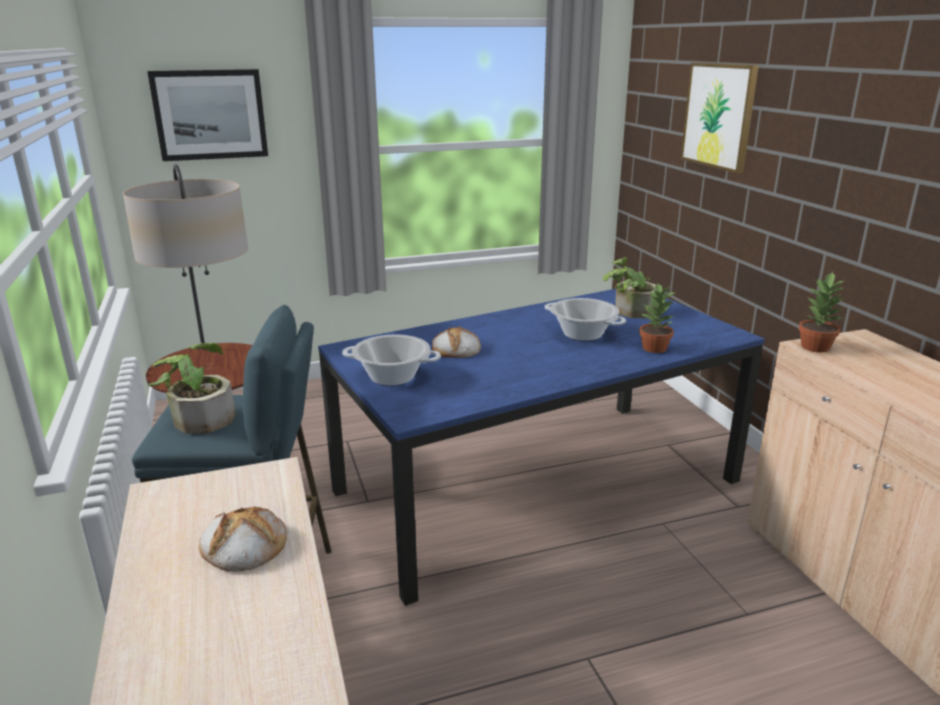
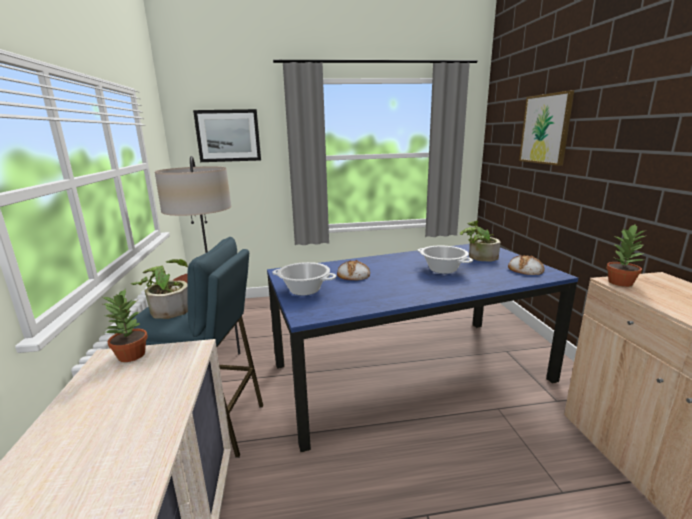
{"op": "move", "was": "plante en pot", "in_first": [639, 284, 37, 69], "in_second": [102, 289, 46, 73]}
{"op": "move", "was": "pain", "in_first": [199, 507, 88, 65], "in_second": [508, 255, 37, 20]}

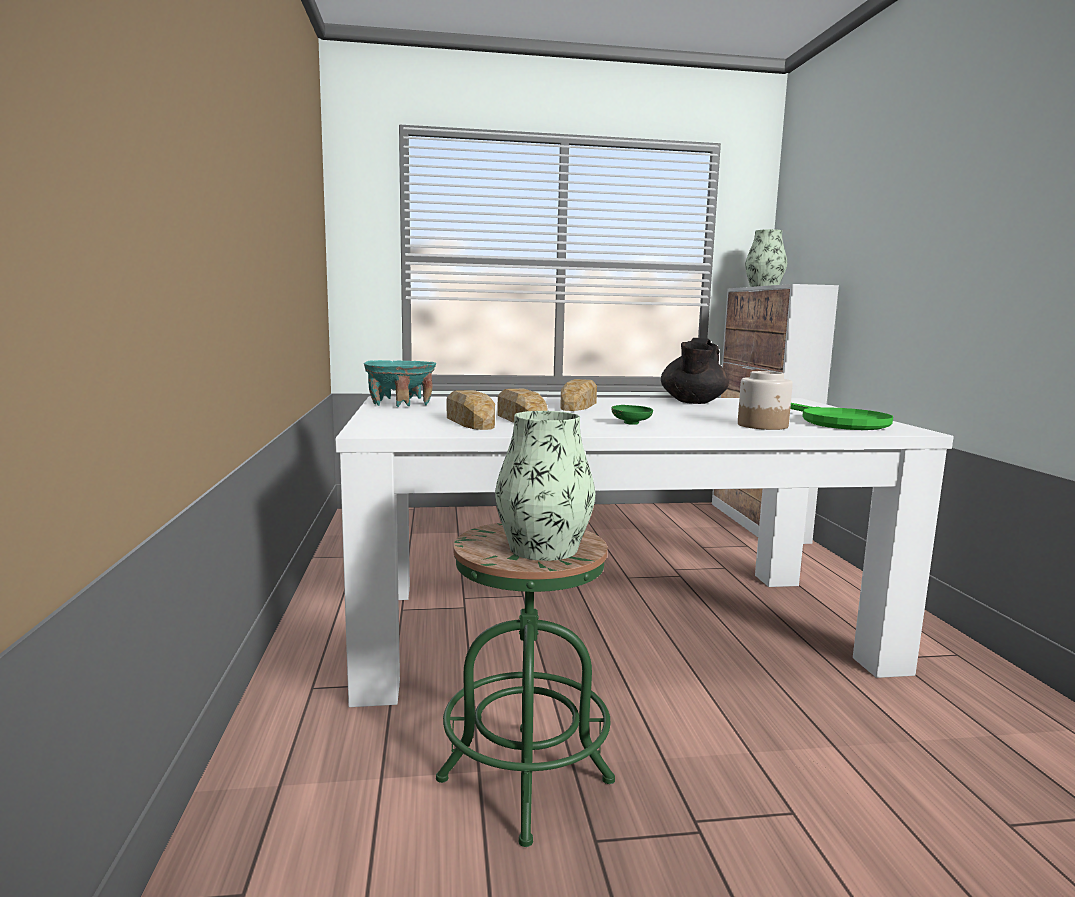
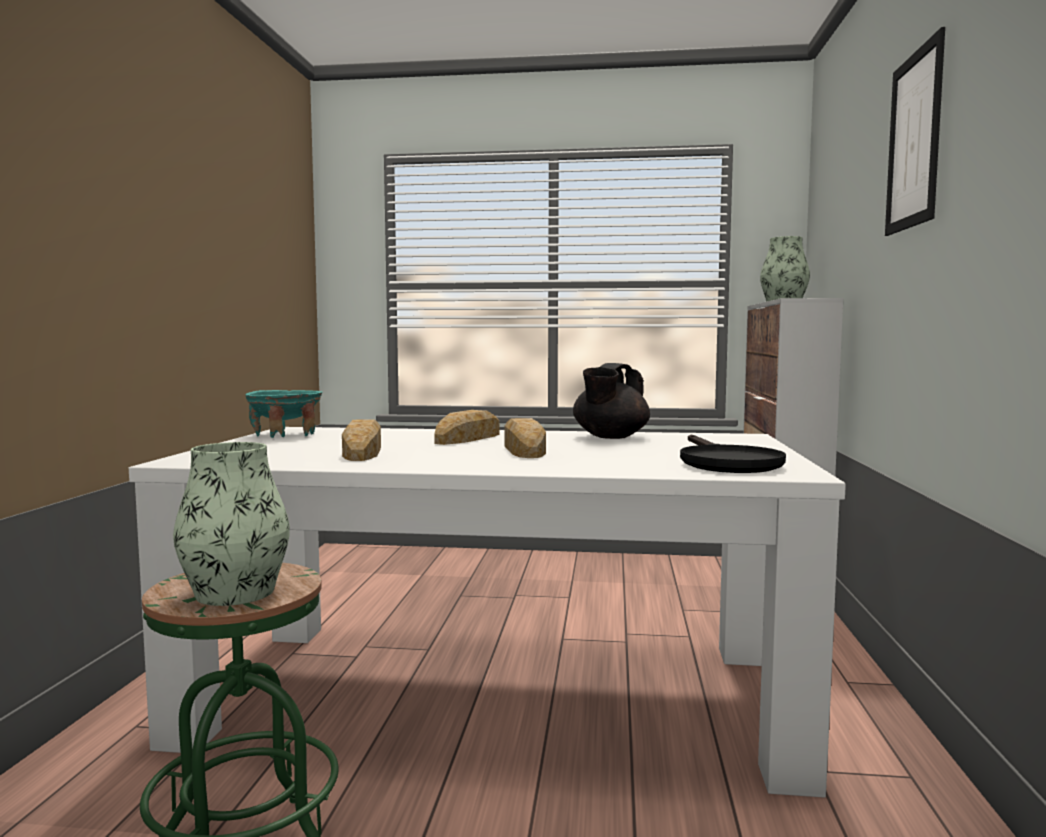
{"op": "delete", "was": "bocal", "in_first": [738, 371, 55, 59]}
{"op": "move", "was": "pain", "in_first": [447, 390, 48, 40], "in_second": [504, 418, 42, 40]}
{"op": "recolor", "was": "poêle [vert]", "now": "poêle [noir]", "in_first": [790, 403, 103, 27], "in_second": [680, 435, 106, 38]}
{"op": "delete", "was": "bol [vert]", "in_first": [611, 405, 42, 20]}
{"op": "insert", "now": "tableau", "in_second": [885, 27, 60, 209]}

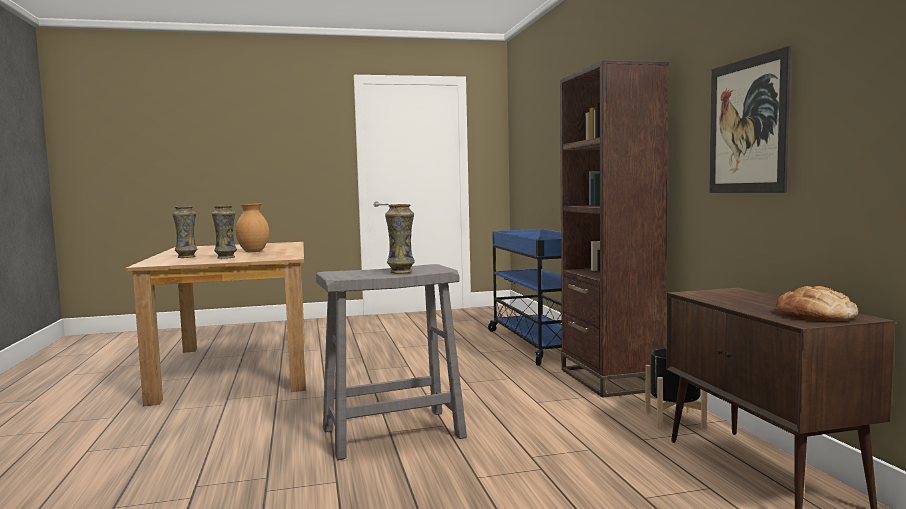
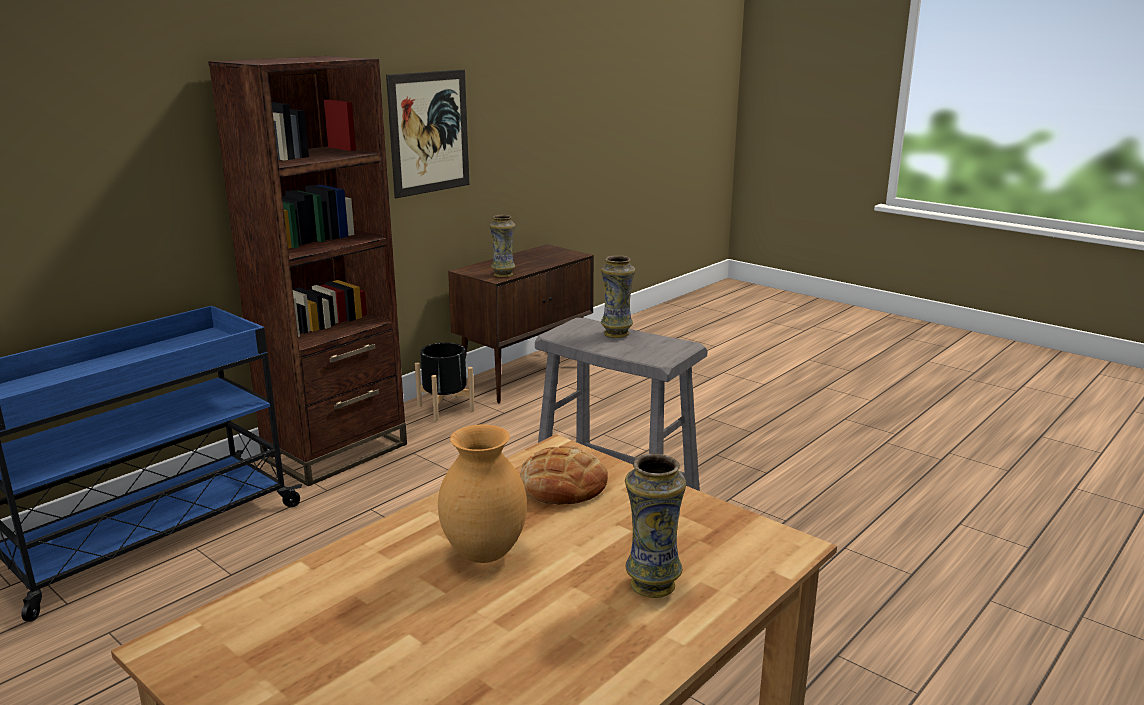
{"op": "move", "was": "vase", "in_first": [212, 205, 25, 54], "in_second": [489, 215, 26, 63]}
{"op": "move", "was": "pain", "in_first": [776, 286, 82, 35], "in_second": [520, 446, 88, 59]}

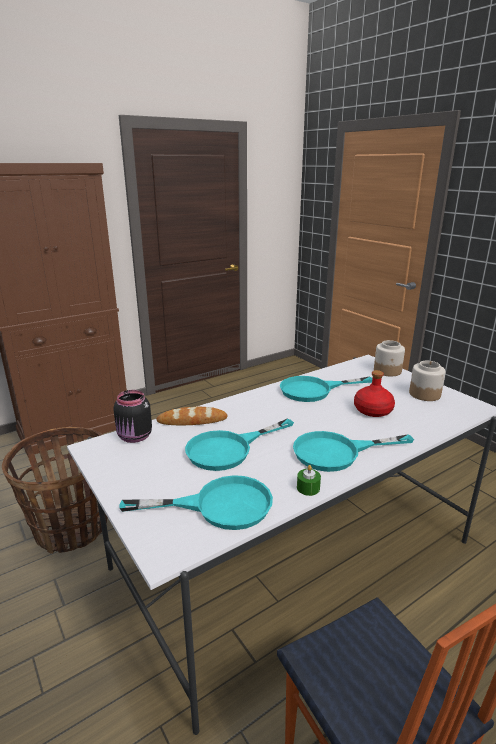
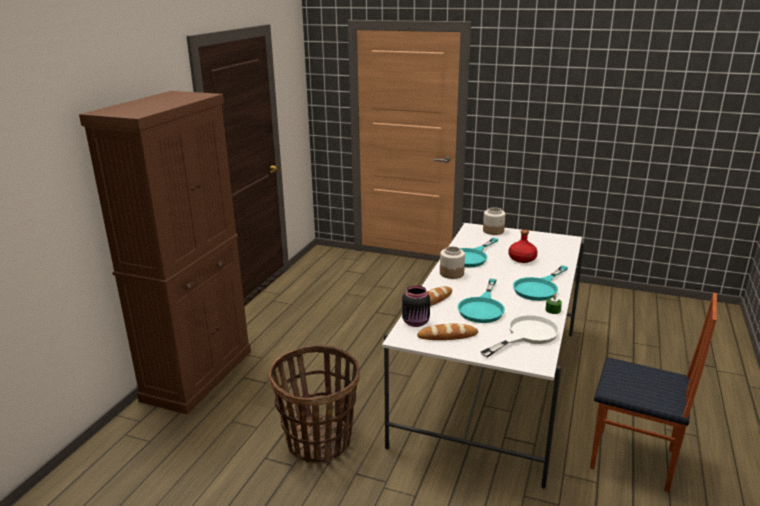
{"op": "move", "was": "bocal", "in_first": [409, 361, 37, 40], "in_second": [440, 246, 25, 33]}
{"op": "recolor", "was": "poêle [turquoise]", "now": "poêle [blanc]", "in_first": [119, 475, 154, 55], "in_second": [481, 315, 79, 43]}
{"op": "insert", "now": "pain", "in_second": [417, 324, 61, 16]}

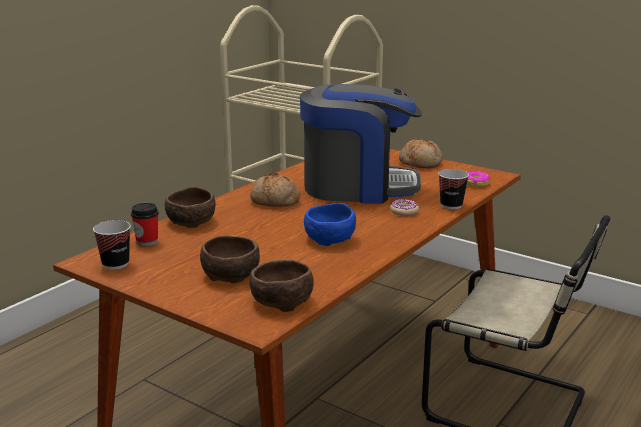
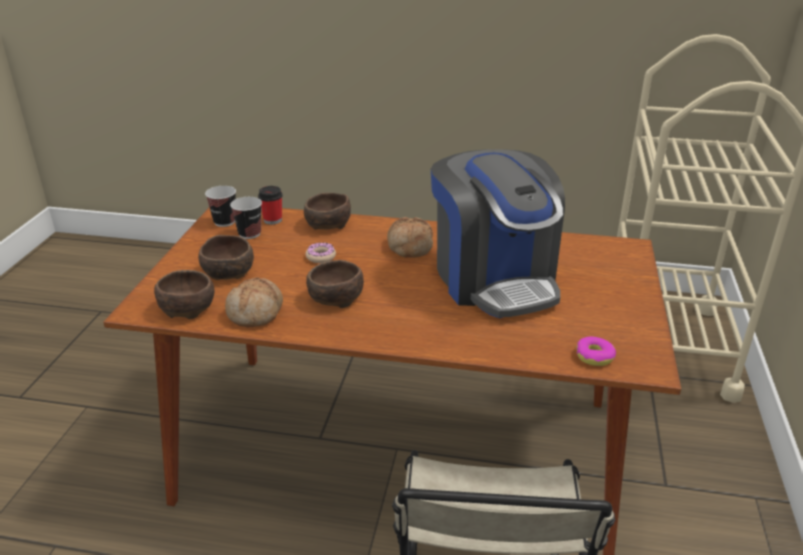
{"op": "move", "was": "pain", "in_first": [399, 138, 44, 30], "in_second": [225, 277, 58, 50]}
{"op": "move", "was": "tasse", "in_first": [438, 169, 31, 40], "in_second": [230, 197, 32, 42]}
{"op": "move", "was": "beignet", "in_first": [390, 199, 29, 17], "in_second": [306, 242, 30, 21]}
{"op": "recolor", "was": "bol [bleu]", "now": "bol [marron]", "in_first": [304, 203, 52, 43], "in_second": [306, 260, 58, 48]}

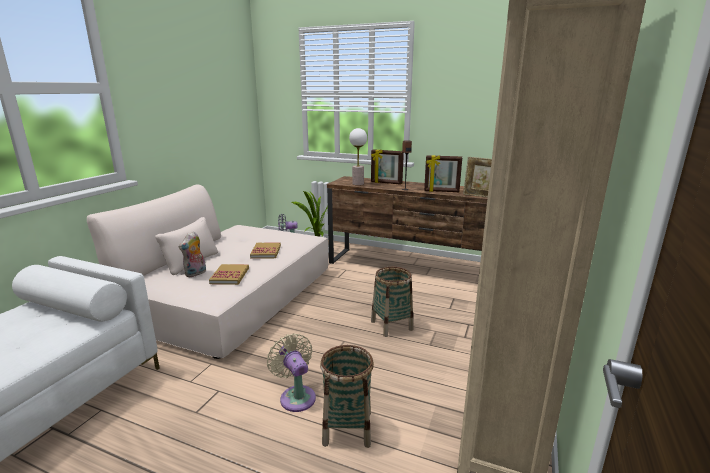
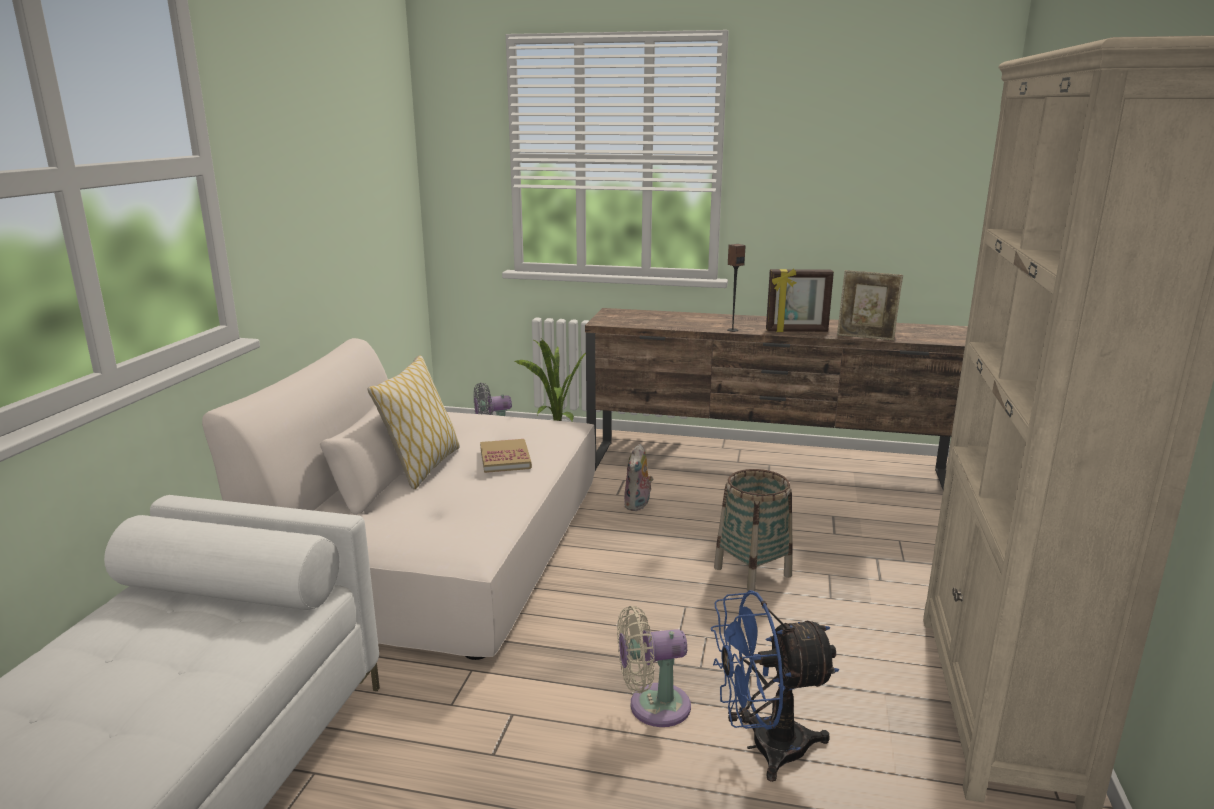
{"op": "delete", "was": "lampe de table", "in_first": [349, 128, 18, 57]}
{"op": "delete", "was": "cadre photo", "in_first": [371, 149, 33, 36]}
{"op": "move", "was": "peluche", "in_first": [179, 231, 27, 46], "in_second": [624, 443, 29, 68]}
{"op": "delete", "was": "livre", "in_first": [209, 264, 40, 21]}
{"op": "rotate", "was": "ventilateur [beige]", "in_first": [267, 333, 49, 79], "in_second": [617, 606, 74, 121], "clockwise": -60}
{"op": "replace", "was": "panier", "now": "ventilateur [bleu]", "in_first": [320, 345, 54, 103], "in_second": [711, 590, 128, 192]}
{"op": "insert", "now": "coussin", "in_second": [367, 355, 93, 134]}

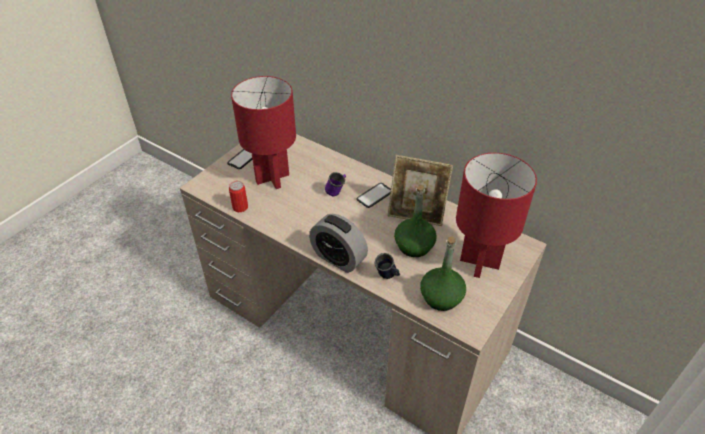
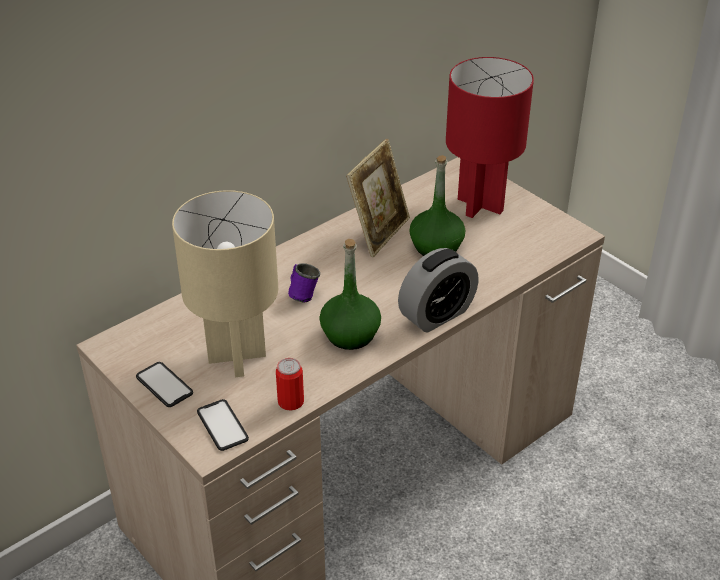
{"op": "recolor", "was": "lampe de table [rouge]", "now": "lampe de table [beige]", "in_first": [231, 76, 65, 113], "in_second": [172, 190, 106, 187]}
{"op": "move", "was": "téléphone", "in_first": [356, 183, 35, 25], "in_second": [197, 399, 52, 52]}
{"op": "move", "was": "bouteille [vert]", "in_first": [420, 236, 46, 75], "in_second": [319, 239, 62, 111]}
{"op": "delete", "was": "mug [bleu]", "in_first": [374, 253, 26, 26]}

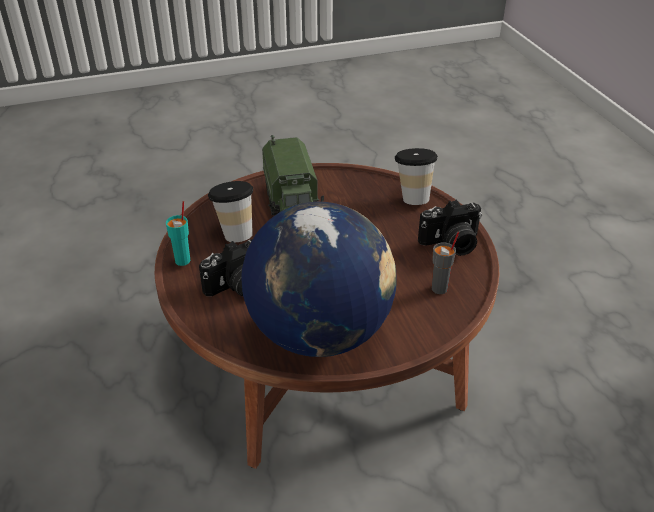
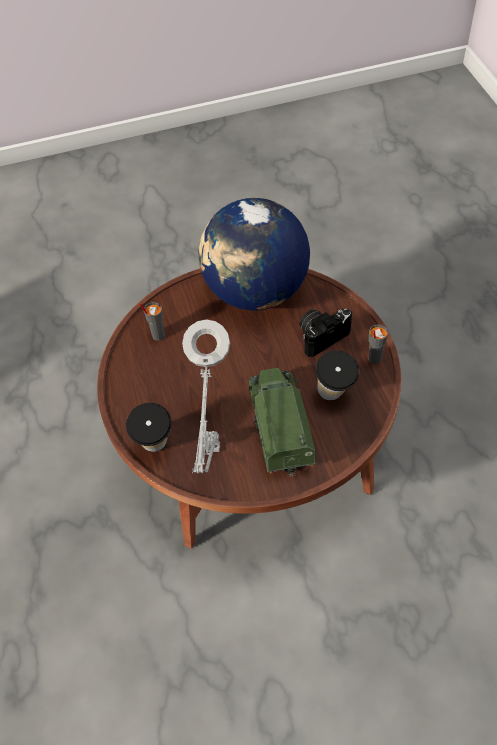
{"op": "delete", "was": "appareil photo", "in_first": [418, 200, 64, 56]}
{"op": "recolor", "was": "tasse [turquoise]", "now": "tasse [gris]", "in_first": [166, 201, 25, 65], "in_second": [368, 325, 20, 39]}
{"op": "insert", "now": "lampe de table [gris]", "in_second": [182, 319, 48, 154]}

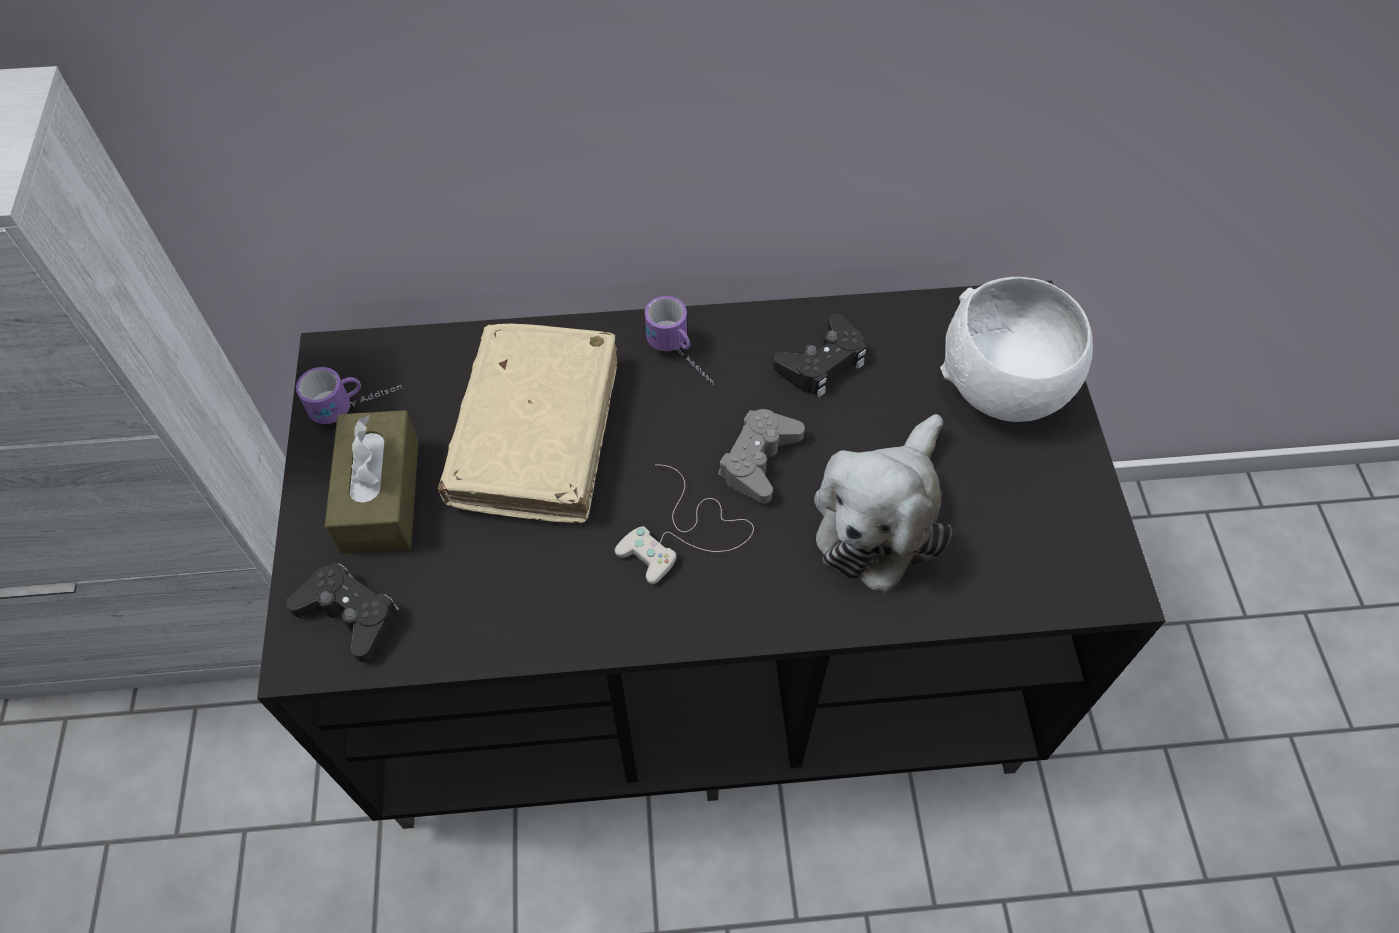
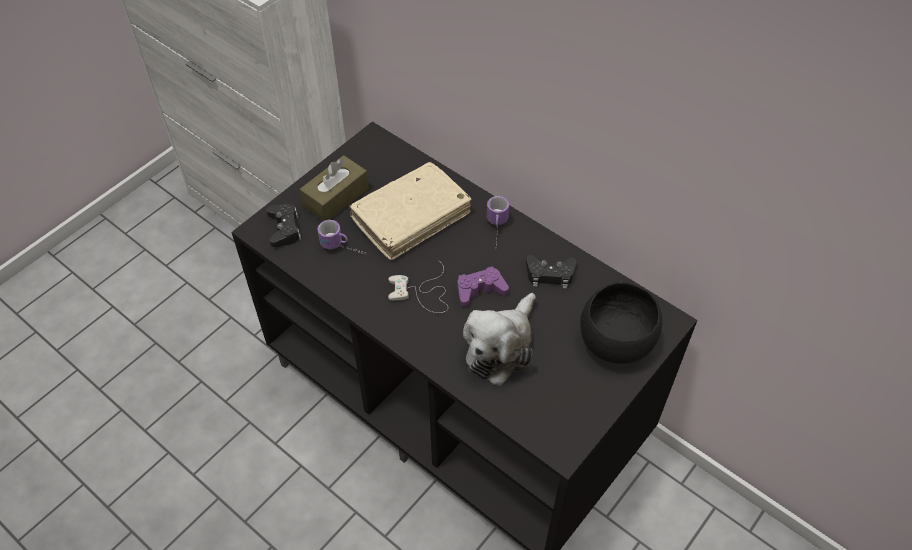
{"op": "recolor", "was": "bol [blanc]", "now": "bol [noir]", "in_first": [940, 277, 153, 145], "in_second": [580, 280, 82, 84]}
{"op": "move", "was": "mug", "in_first": [296, 367, 106, 57], "in_second": [318, 220, 49, 35]}
{"op": "recolor", "was": "manette [gris]", "now": "manette [violet]", "in_first": [718, 409, 87, 95], "in_second": [457, 266, 52, 41]}
{"op": "rotate", "was": "peluche", "in_first": [814, 414, 138, 179], "in_second": [463, 293, 73, 93], "clockwise": -45}

